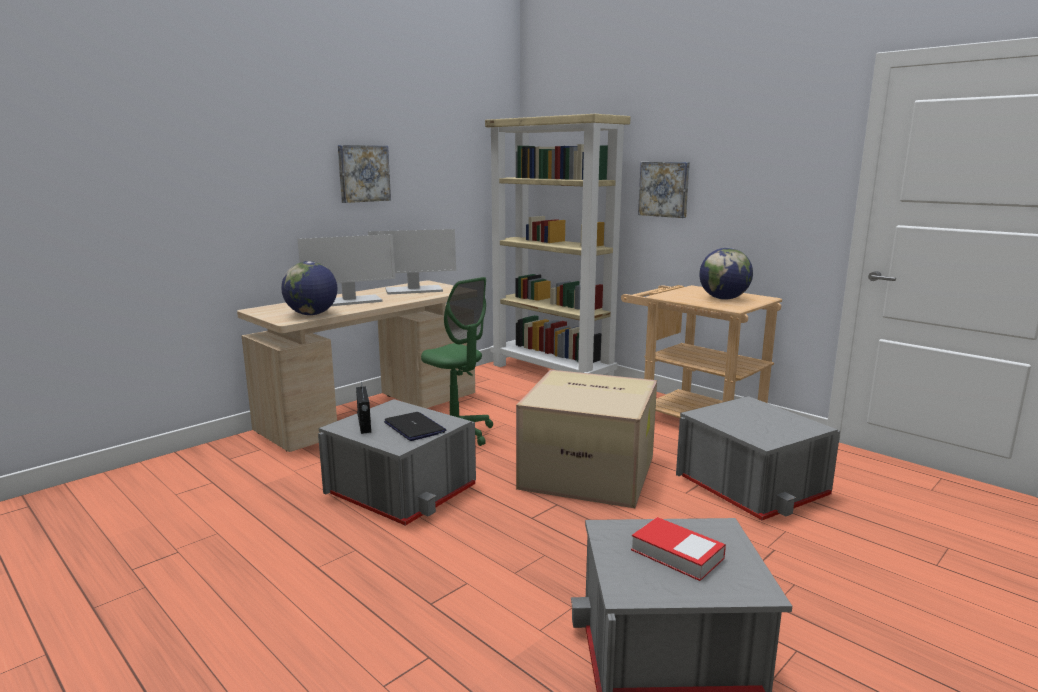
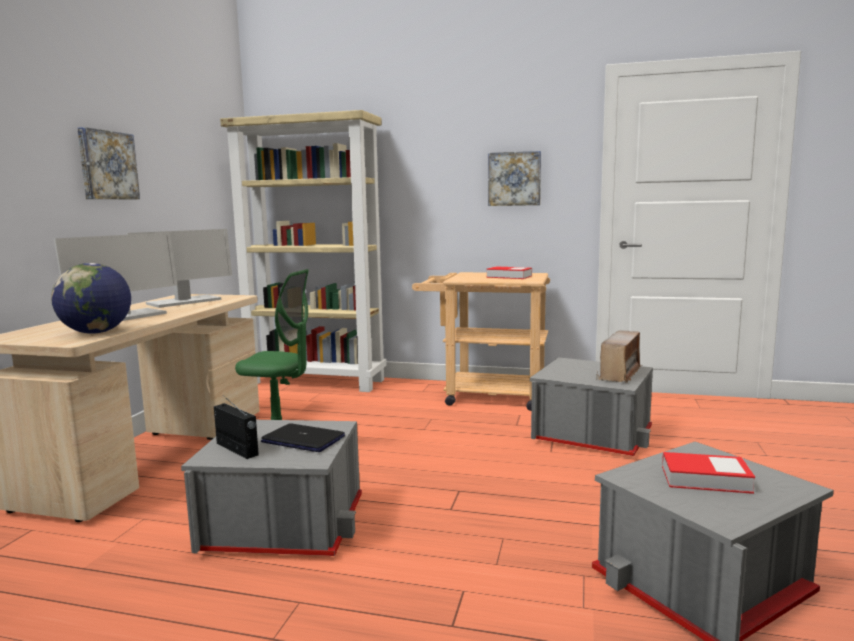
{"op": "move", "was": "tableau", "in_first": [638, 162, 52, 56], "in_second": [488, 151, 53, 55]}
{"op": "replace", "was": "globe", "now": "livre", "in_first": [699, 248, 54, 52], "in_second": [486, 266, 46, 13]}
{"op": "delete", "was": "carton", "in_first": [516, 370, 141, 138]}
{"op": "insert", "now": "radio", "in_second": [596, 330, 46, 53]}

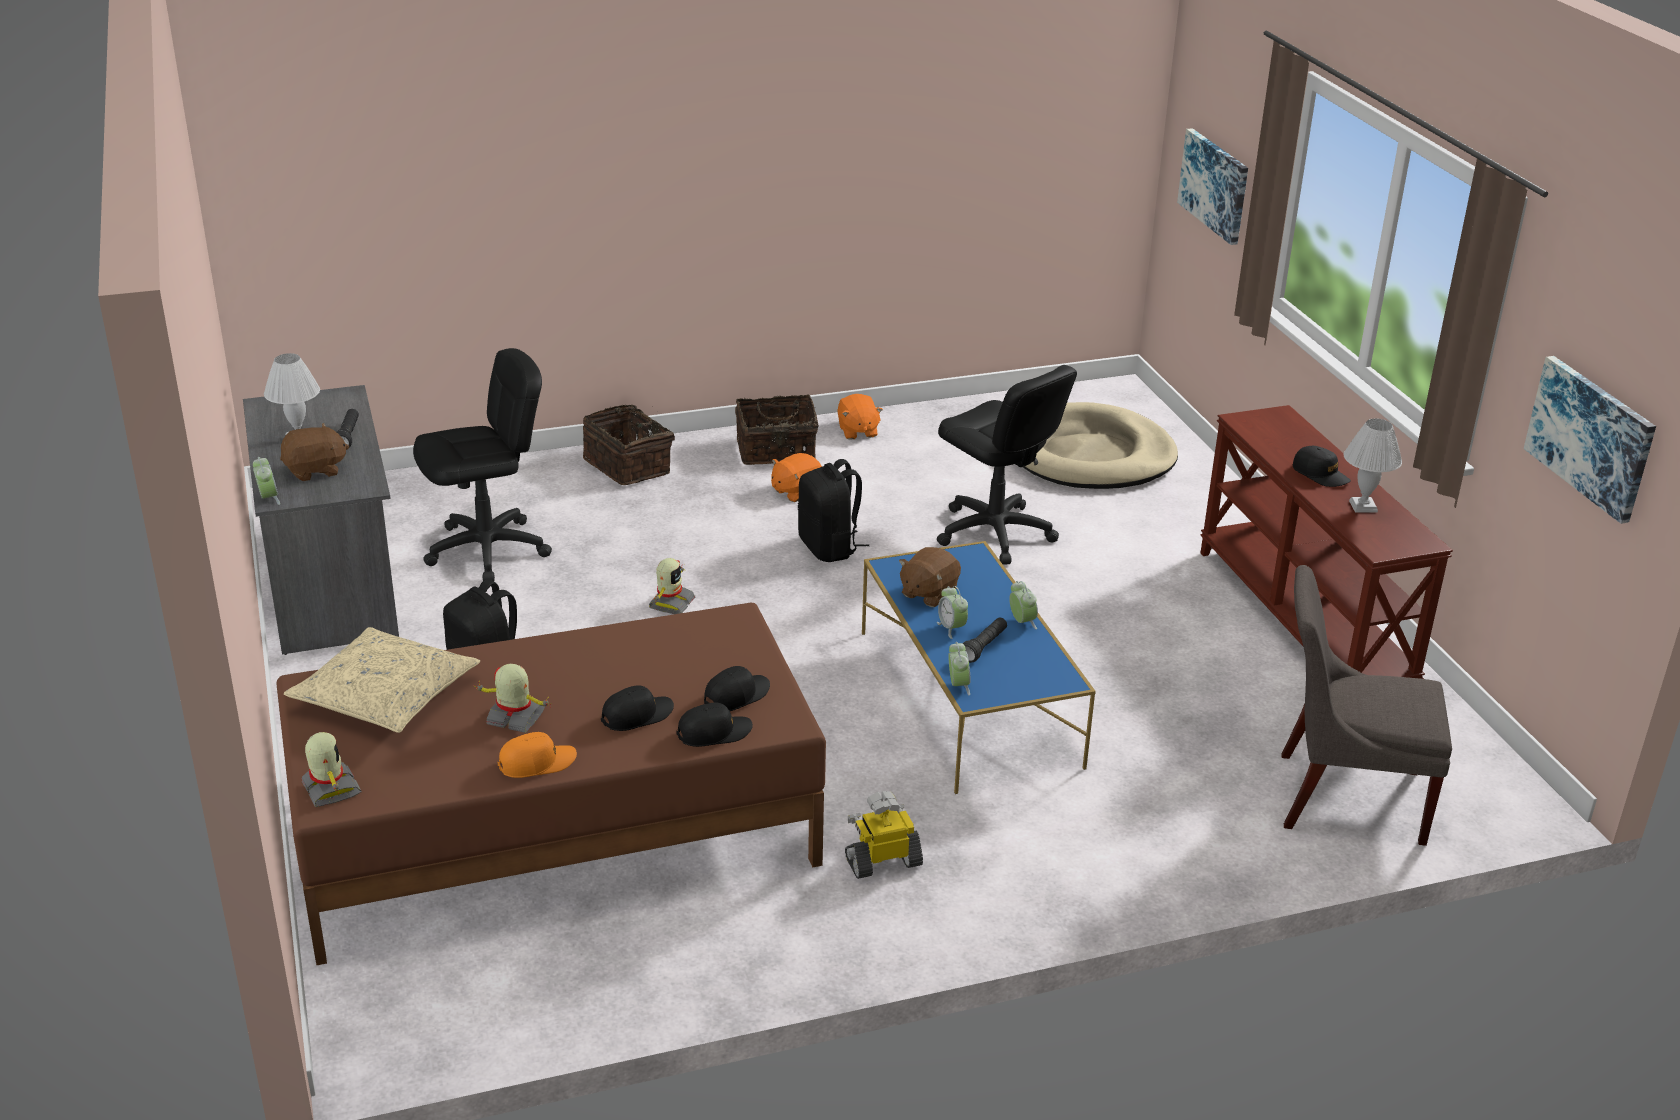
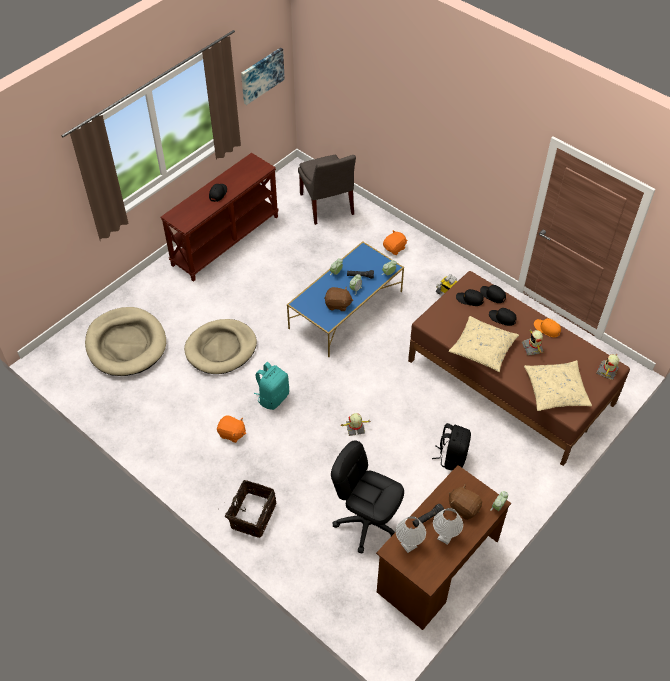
{"op": "delete", "was": "tableau", "in_first": [1177, 128, 71, 117]}
{"op": "replace", "was": "chaise de bureau [noir]", "now": "panier pour chien [beige]", "in_first": [937, 365, 140, 200], "in_second": [184, 319, 73, 55]}
{"op": "recolor", "was": "bureau [gris]", "now": "bureau [marron]", "in_first": [243, 385, 156, 270], "in_second": [376, 465, 135, 165]}
{"op": "delete", "was": "panier", "in_first": [735, 394, 84, 71]}
{"op": "move", "was": "peluche [orange]", "in_first": [837, 394, 46, 46], "in_second": [383, 230, 24, 25]}
{"op": "move", "was": "lampe de table [blanc]", "in_first": [1344, 418, 58, 95], "in_second": [396, 516, 30, 37]}
{"op": "recolor", "was": "sac à dos [noir]", "now": "sac à dos [turquoise]", "in_first": [798, 459, 71, 103], "in_second": [254, 362, 35, 48]}
{"op": "insert", "now": "coussin [beige]", "in_second": [449, 316, 70, 56]}

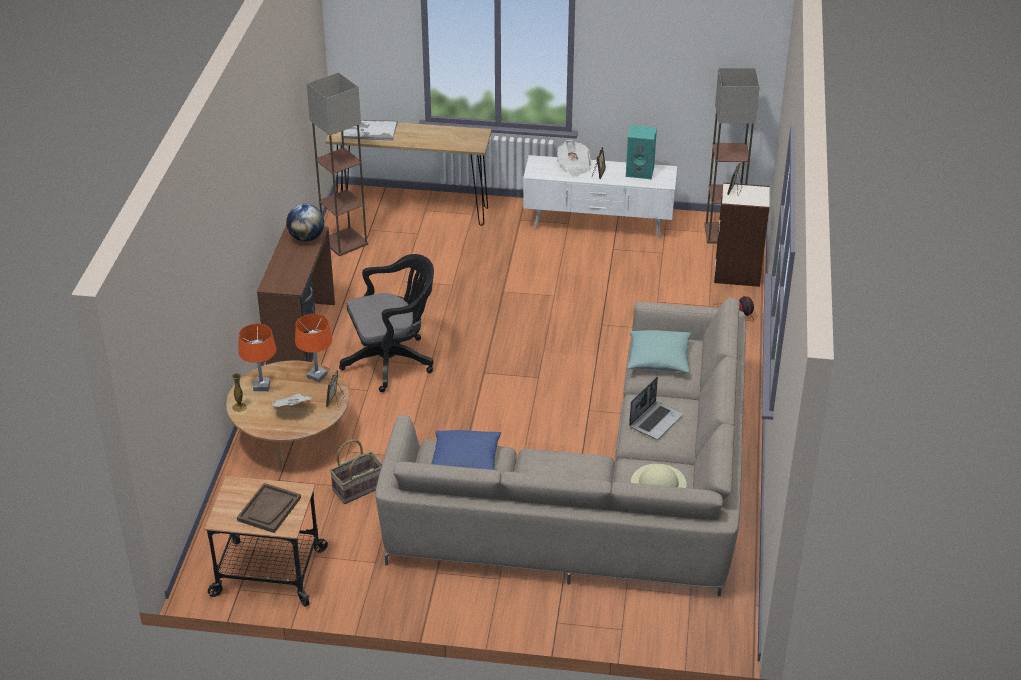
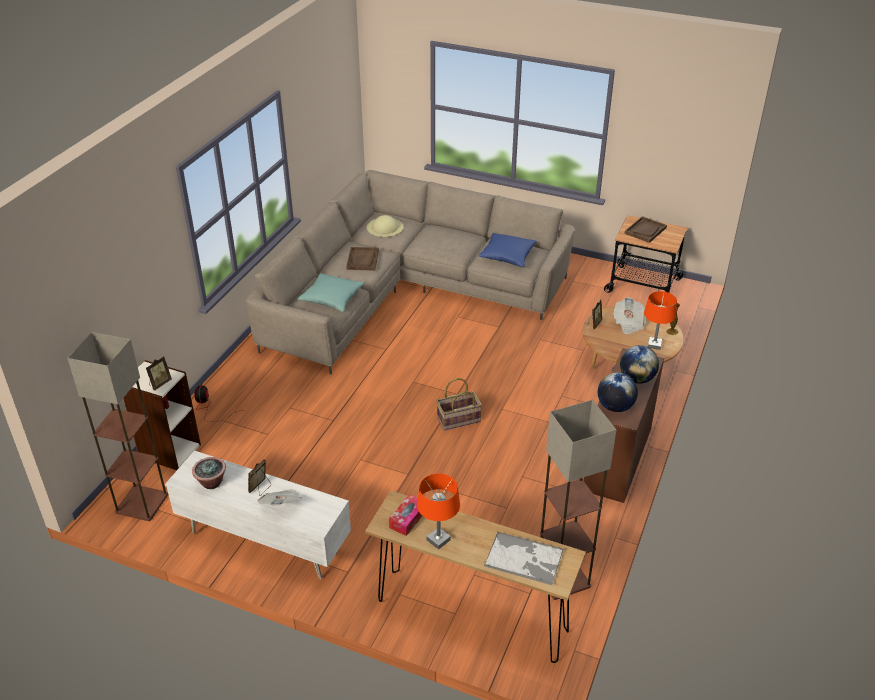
{"op": "replace", "was": "enceinte [turquoise]", "now": "plante en pot", "in_first": [626, 125, 31, 54], "in_second": [192, 457, 34, 32]}
{"op": "delete", "was": "chaise de bureau [noir]", "in_first": [339, 254, 95, 138]}
{"op": "move", "was": "lampe de table [orange]", "in_first": [295, 314, 38, 68], "in_second": [417, 473, 43, 77]}
{"op": "replace", "was": "ordinateur portable", "now": "plateau [marron]", "in_first": [629, 377, 54, 63], "in_second": [346, 247, 33, 24]}
{"op": "move", "was": "panier", "in_first": [330, 439, 52, 65], "in_second": [436, 378, 46, 53]}
{"op": "insert", "now": "globe", "in_second": [620, 345, 39, 39]}
{"op": "insert", "now": "boîte à mouchoirs", "in_second": [389, 494, 33, 42]}

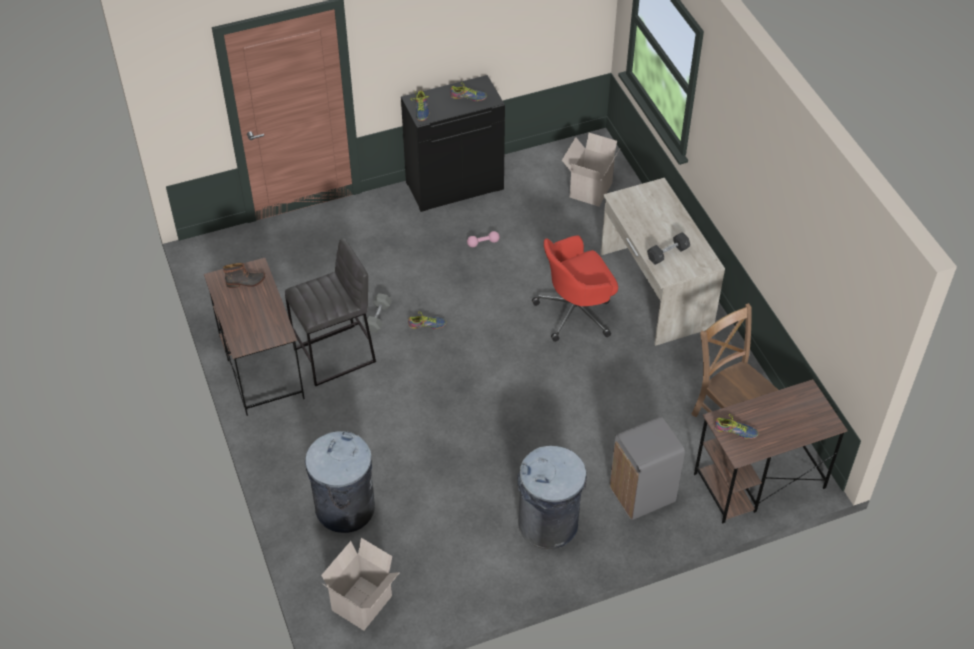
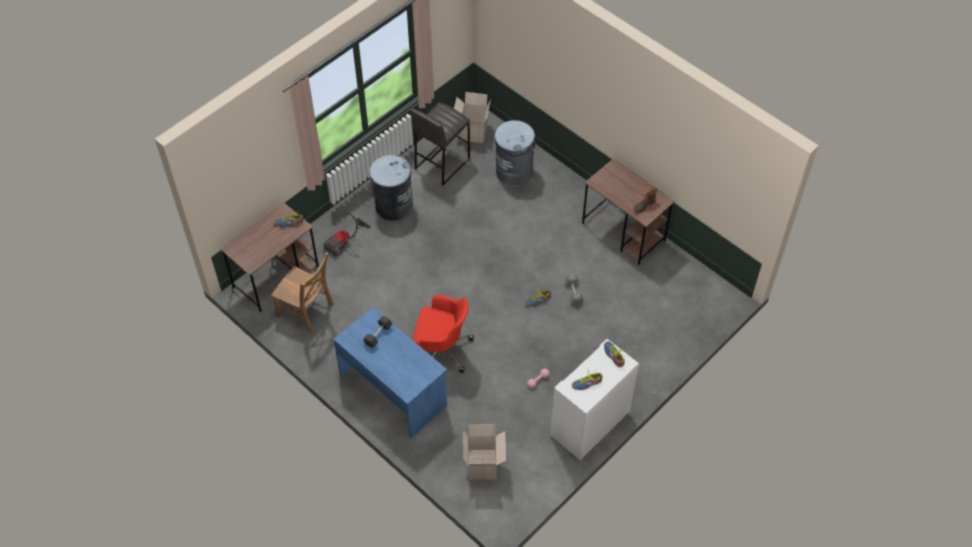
{"op": "recolor", "was": "meuble de rangement [noir]", "now": "meuble de rangement [blanc]", "in_first": [401, 75, 104, 137], "in_second": [550, 339, 89, 122]}
{"op": "recolor", "was": "bureau [beige]", "now": "bureau [bleu]", "in_first": [601, 178, 124, 168], "in_second": [334, 307, 113, 131]}
{"op": "rotate", "was": "chaise de bureau [rouge]", "in_first": [532, 235, 86, 107], "in_second": [413, 295, 61, 78], "clockwise": 60}
{"op": "move", "was": "tabouret [gris]", "in_first": [285, 238, 91, 148], "in_second": [410, 102, 60, 84]}
{"op": "replace", "was": "poubelle [gris]", "now": "aspirateur", "in_first": [610, 416, 75, 104], "in_second": [324, 213, 47, 43]}

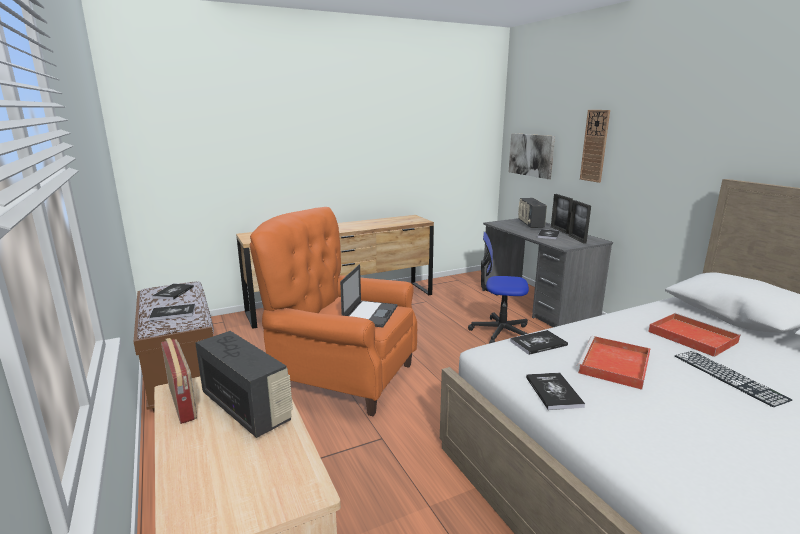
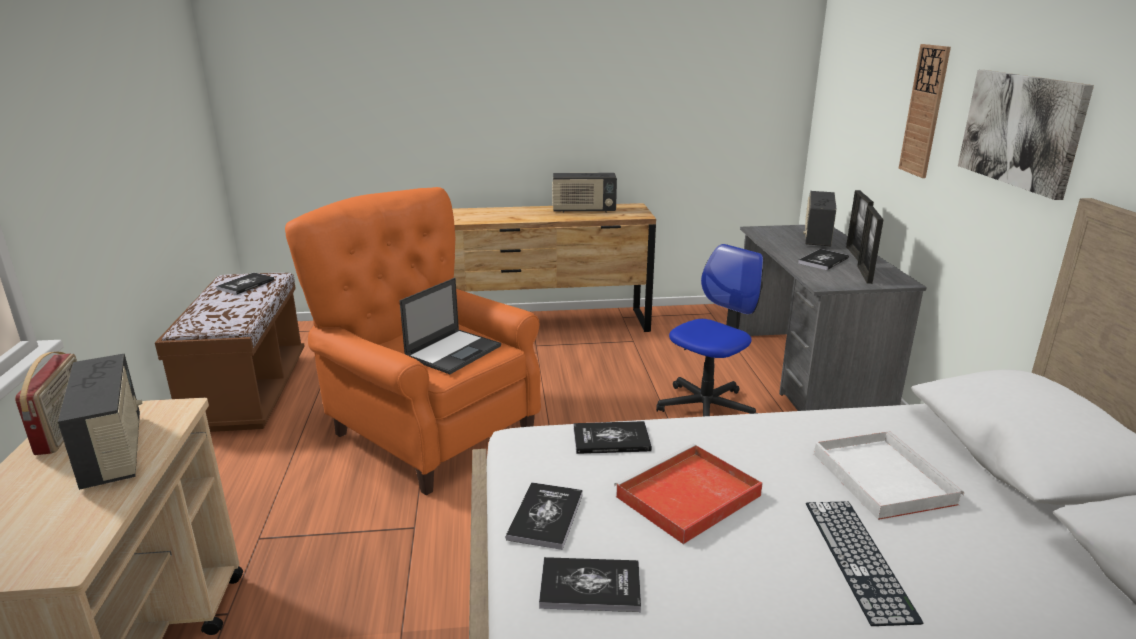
{"op": "move", "was": "tableau", "in_first": [509, 133, 46, 46], "in_second": [958, 70, 136, 130]}
{"op": "rotate", "was": "chaise de bureau", "in_first": [468, 232, 61, 112], "in_second": [656, 244, 108, 173], "clockwise": 105}
{"op": "move", "was": "livre", "in_first": [149, 304, 46, 17], "in_second": [539, 557, 102, 55]}
{"op": "recolor", "was": "plateau [rouge]", "now": "plateau [blanc]", "in_first": [648, 313, 93, 44], "in_second": [814, 431, 150, 89]}
{"op": "insert", "now": "radio", "in_second": [552, 173, 65, 40]}

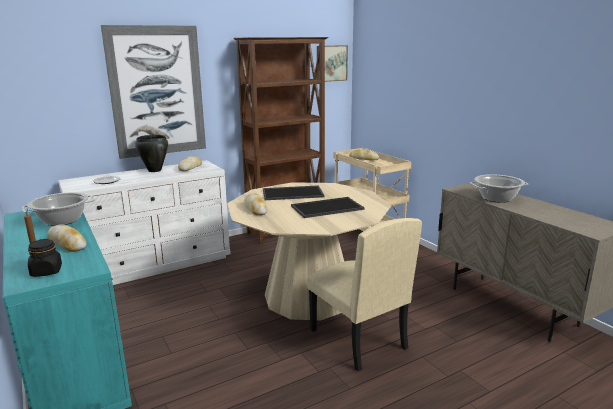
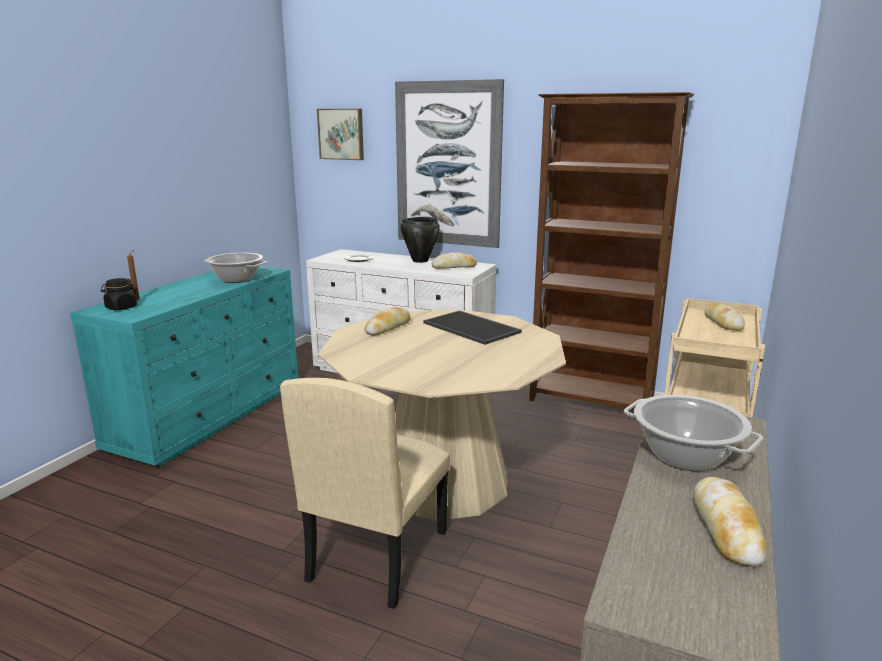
{"op": "move", "was": "tableau", "in_first": [317, 45, 31, 37], "in_second": [317, 109, 47, 51]}
{"op": "delete", "was": "plateau", "in_first": [291, 197, 74, 21]}
{"op": "move", "was": "pain", "in_first": [47, 224, 40, 28], "in_second": [693, 477, 74, 89]}

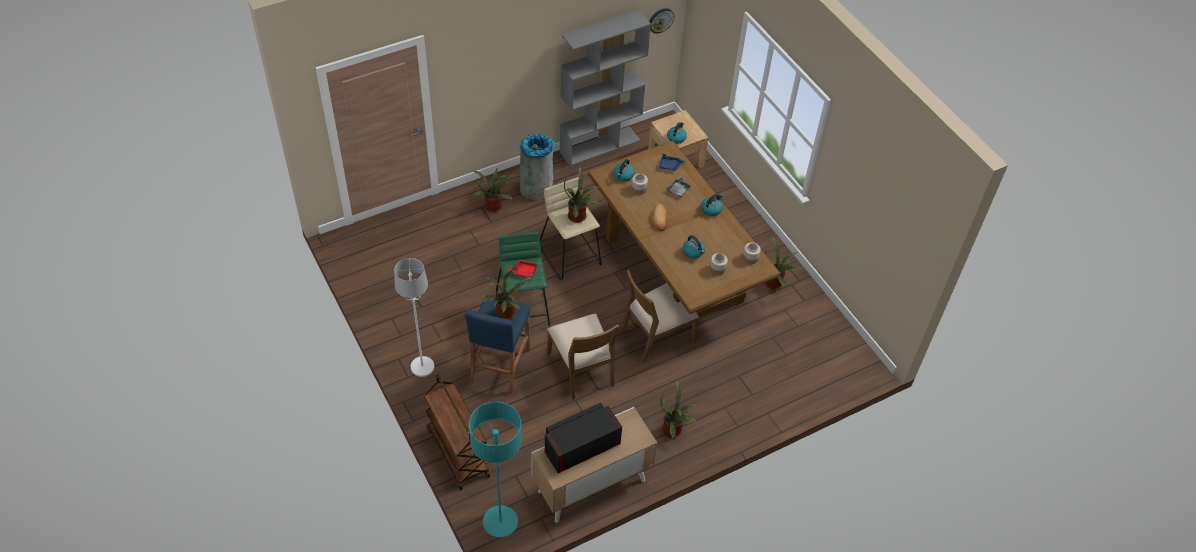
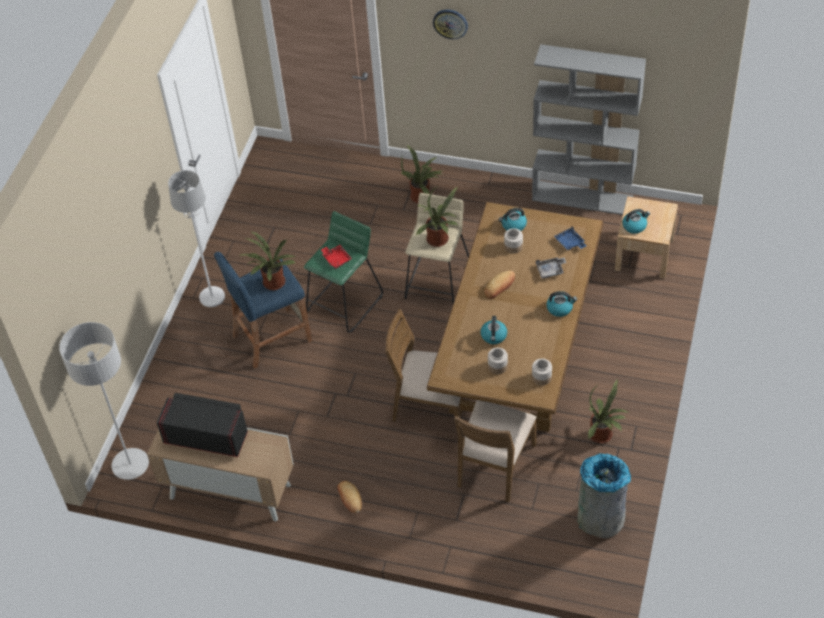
{"op": "move", "was": "horloge murale", "in_first": [649, 8, 25, 26], "in_second": [433, 10, 35, 29]}
{"op": "move", "was": "poubelle [gris]", "in_first": [519, 134, 36, 67], "in_second": [577, 453, 54, 85]}
{"op": "move", "was": "chaise [marron]", "in_first": [547, 314, 72, 86], "in_second": [454, 400, 83, 102]}
{"op": "delete", "was": "chariot [marron]", "in_first": [423, 375, 67, 115]}
{"op": "replace", "was": "plante en pot", "now": "pain", "in_first": [660, 380, 38, 59], "in_second": [337, 481, 25, 32]}
{"op": "recolor", "was": "lampadaire [turquoise]", "now": "lampadaire [gris]", "in_first": [469, 402, 53, 135], "in_second": [59, 322, 90, 158]}

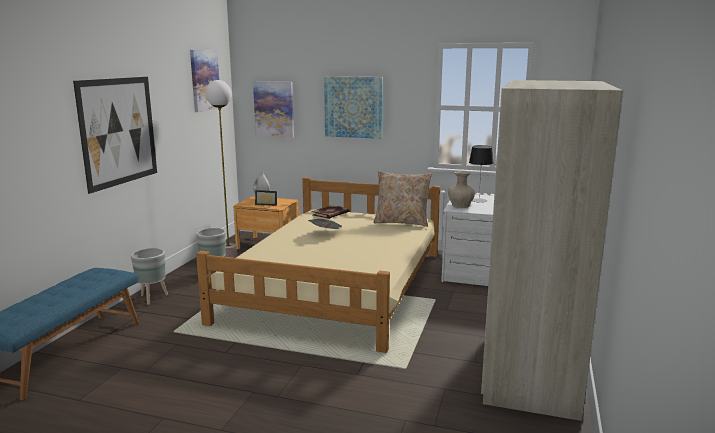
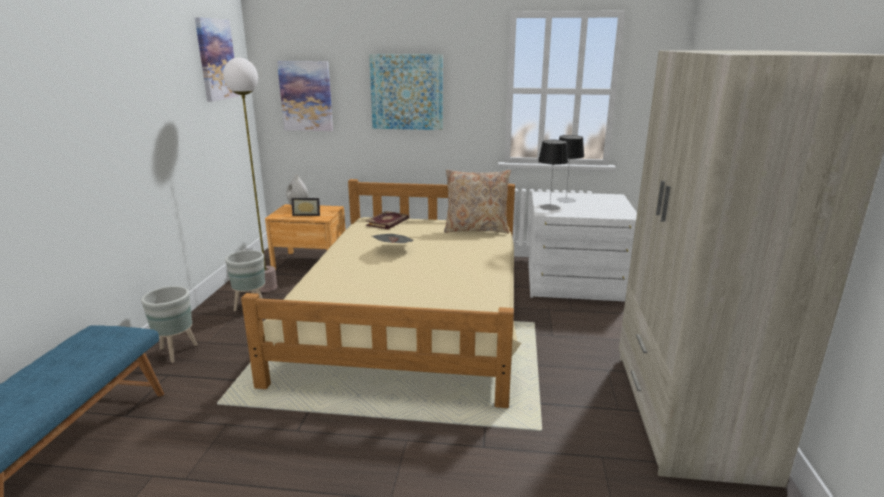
{"op": "delete", "was": "tableau", "in_first": [73, 77, 84, 117]}
{"op": "replace", "was": "vase [beige]", "now": "lampe de table", "in_first": [448, 171, 27, 37], "in_second": [538, 140, 30, 70]}

